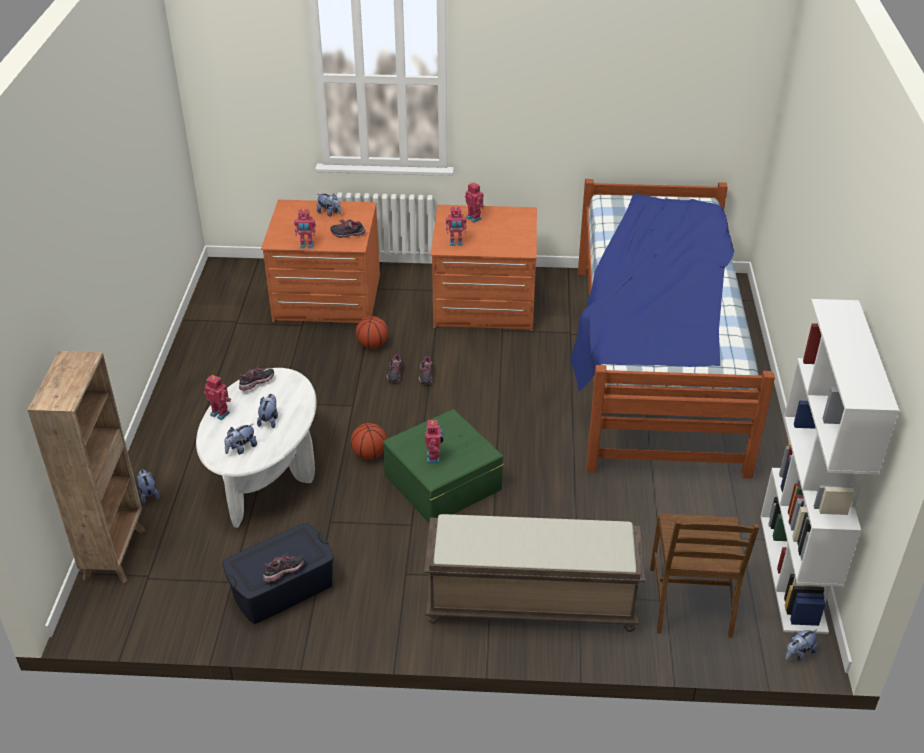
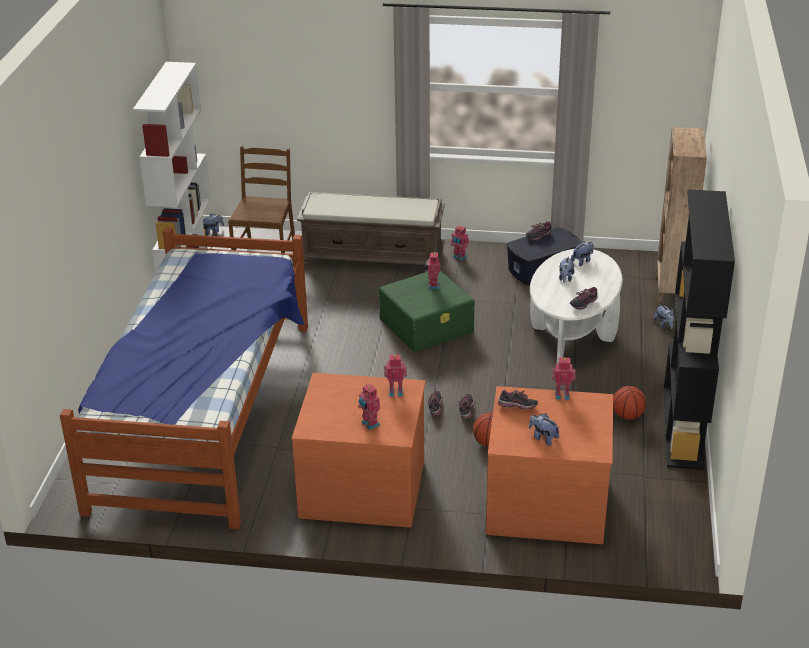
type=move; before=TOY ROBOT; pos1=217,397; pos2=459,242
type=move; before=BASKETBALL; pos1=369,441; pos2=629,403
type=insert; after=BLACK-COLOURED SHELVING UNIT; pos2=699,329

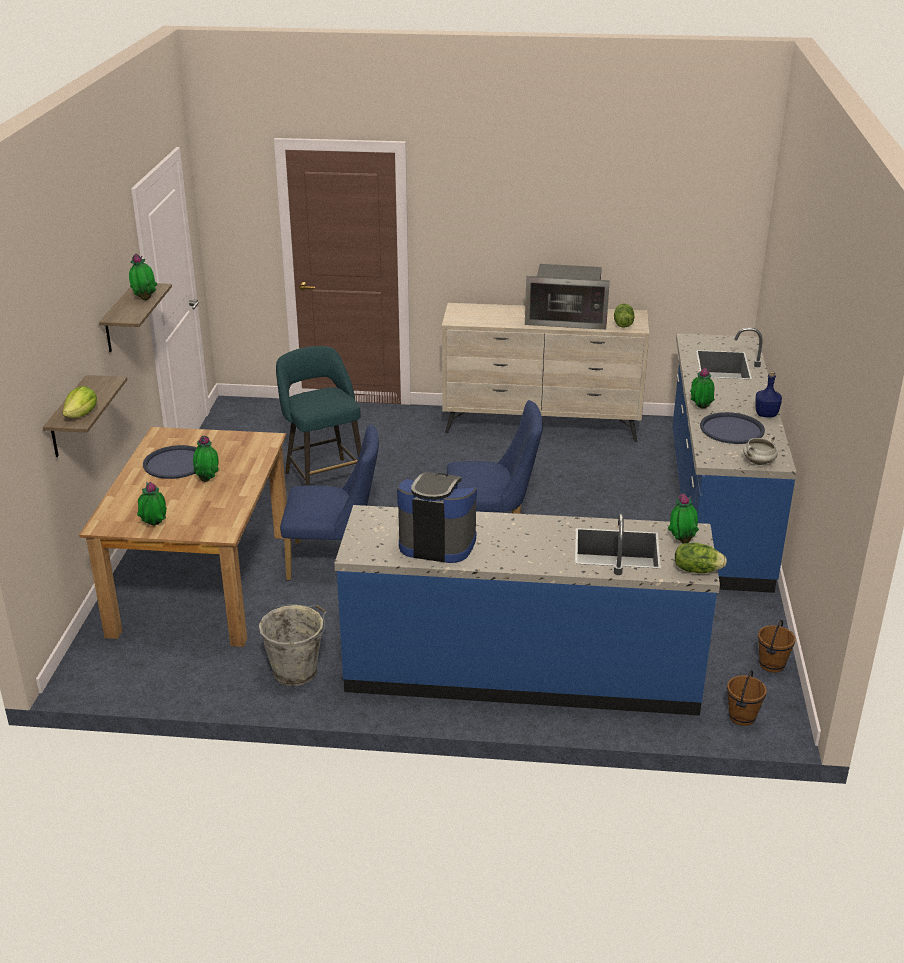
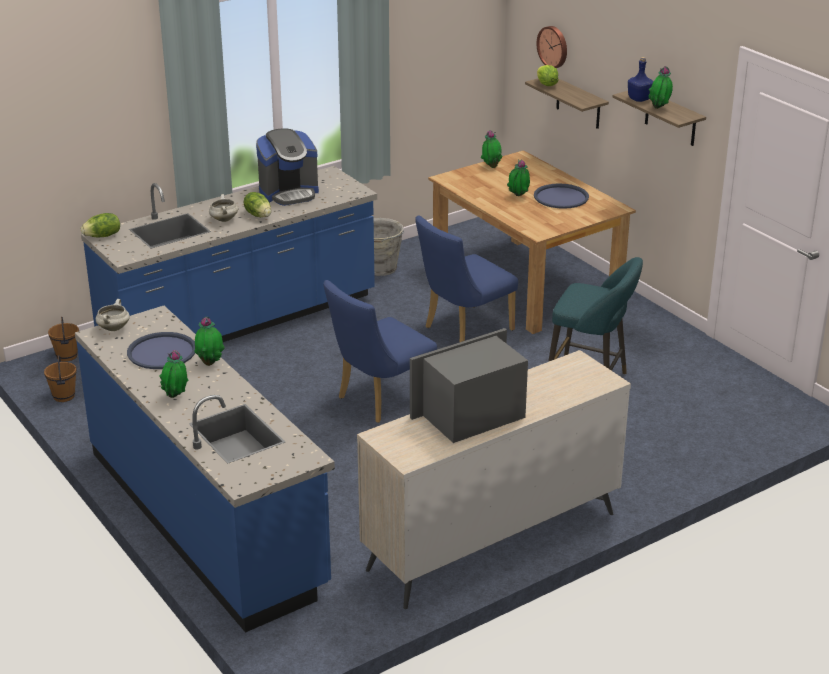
type=move; before=POTTED PLANT; pos1=683,518; pos2=174,374
type=insert; after=WHITE-COLOURED SAUCEPOT; pos2=223,208
type=move; before=HEAD OF LETTUCE; pos1=624,315; pos2=257,204
type=insert; after=CLOCK ON THE WALL; pos2=552,47
type=move; before=BLUE-COLOURED BOTTLE; pos1=768,394; pos2=641,79

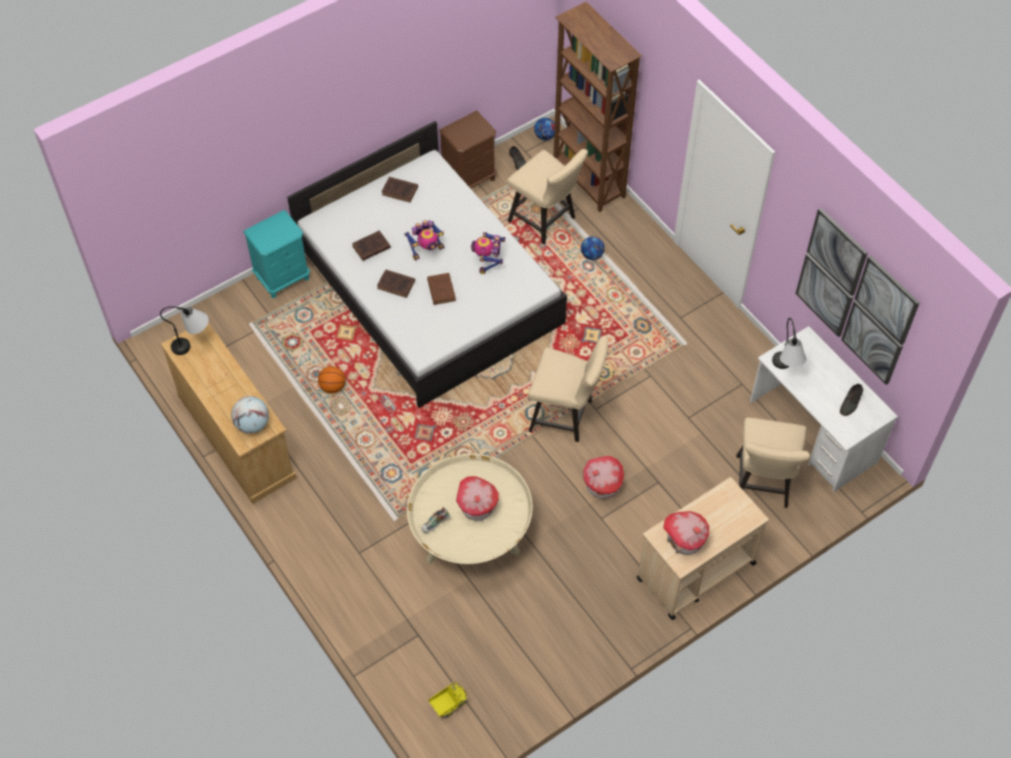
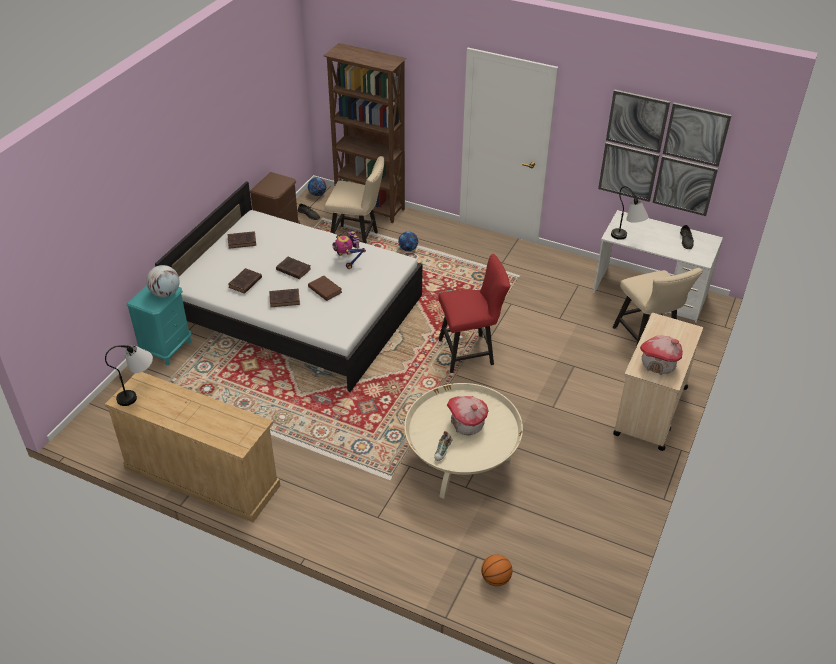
type=move; before=GLOBE; pos1=250,415; pos2=163,281
type=replace; before=TOY ROBOT; after=BROWNISH BOUND BOOK; pos1=424,240; pos2=293,268
type=recolor; before=BEIGE PLAIN CHAIR; after=RED PLAIN CHAIR; pos1=568,389; pos2=474,313
type=move; before=BASKETBALL; pos1=332,380; pos2=496,570
type=delete; before=MODEL TRUCK; pos1=448,700
type=delete; before=TOY HOUSE; pos1=603,477

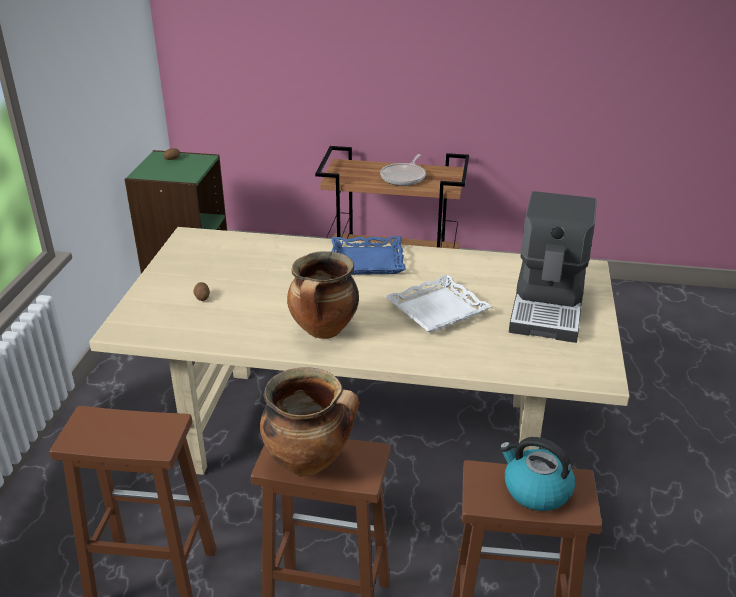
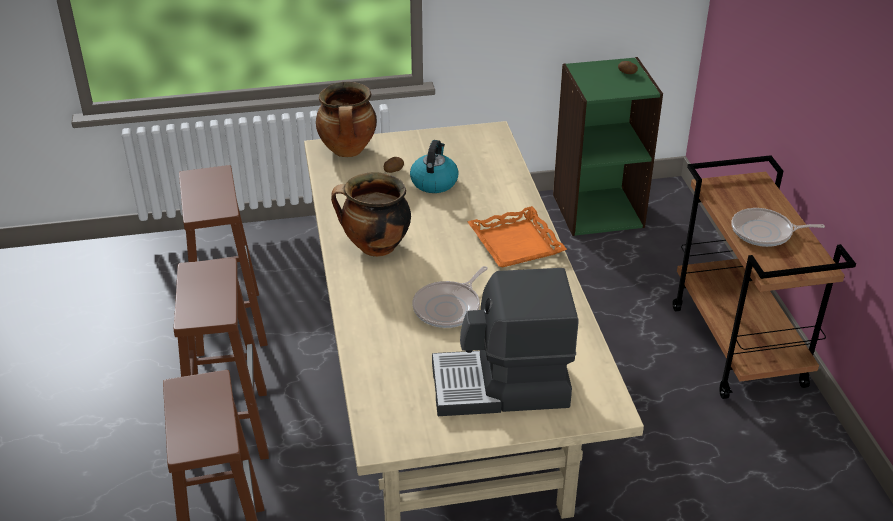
type=move; before=SAUCEPOT; pos1=309,421; pos2=346,119
type=move; before=KETTLE; pos1=537,474; pos2=434,166
type=replace; before=WHITE-COLOURED TRAY; after=SKILLET; pos1=439,303; pos2=450,297
type=recolor; before=BLUE-COLOURED TRAY; after=ORANGE TRAY; pos1=369,255; pos2=517,236

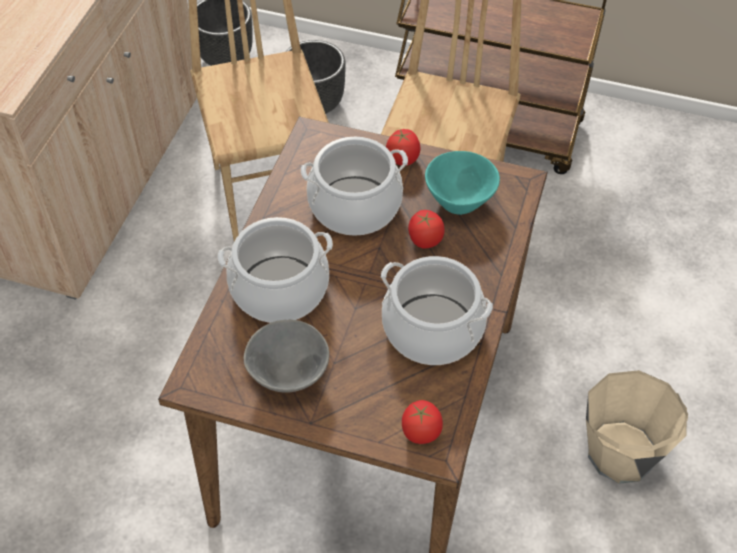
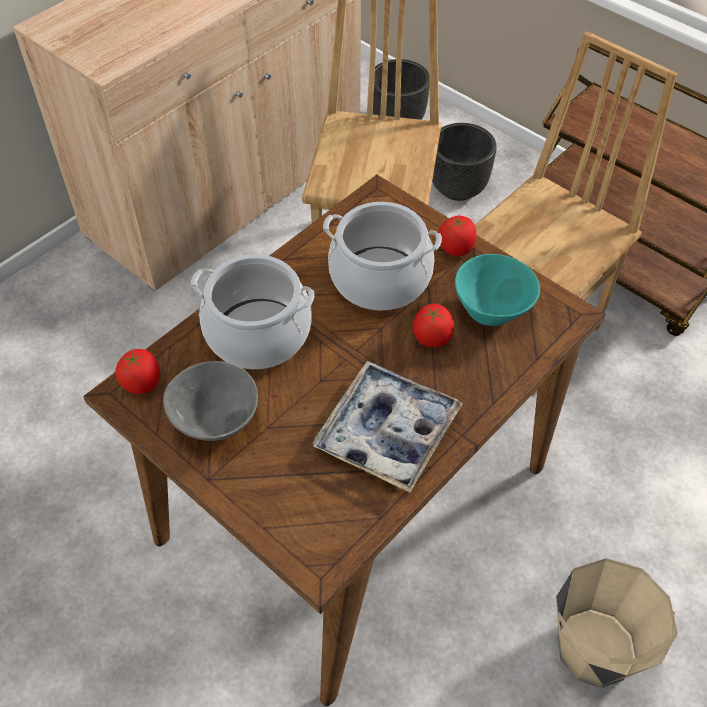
type=move; before=WHOLE TOMATO; pos1=422,422; pos2=137,371
type=replace; before=SAUCEPOT; after=TRAY; pos1=437,310; pos2=388,427

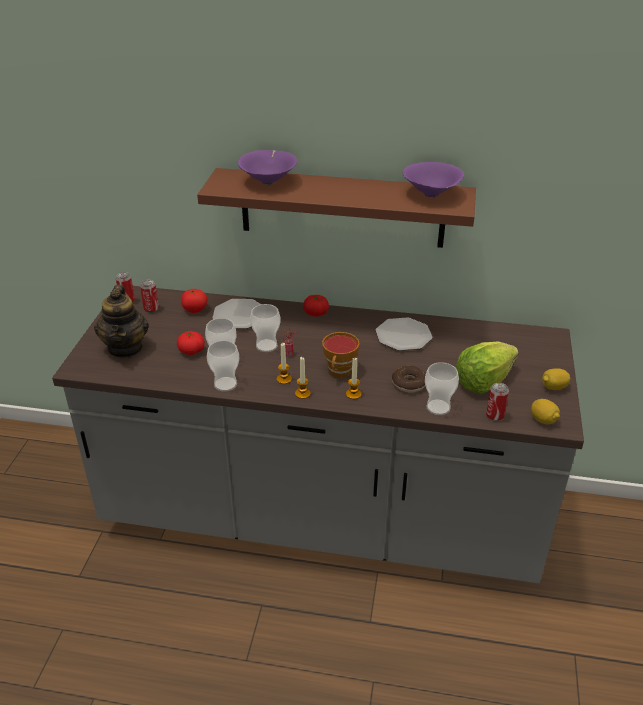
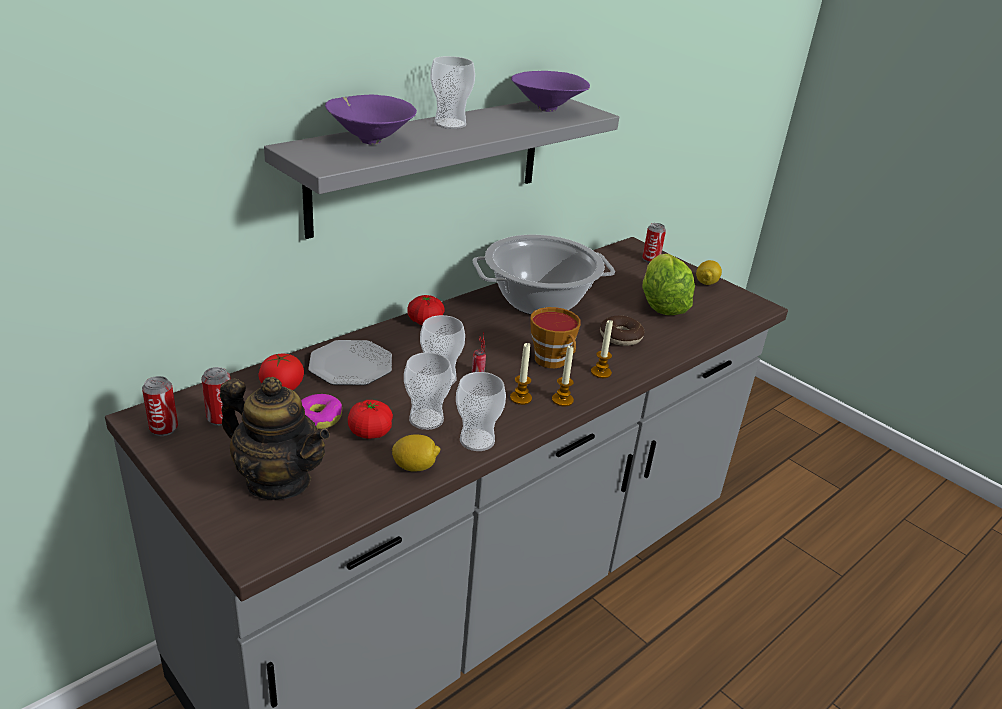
type=recolor; before=BROWNISH SHELF; after=GREYISH SHELF; pos1=336,208; pos2=441,169
type=insert; after=DOUGHNUT; pos2=321,411
type=move; before=LEMON; pos1=545,411; pos2=416,453
type=move; before=SMALL CUP; pos1=442,388; pos2=452,92
type=replace; before=DINNER PLATE; after=SAUCEPOT; pos1=403,334; pos2=544,275
type=move; before=SEALED CAN; pos1=497,402; pos2=654,243

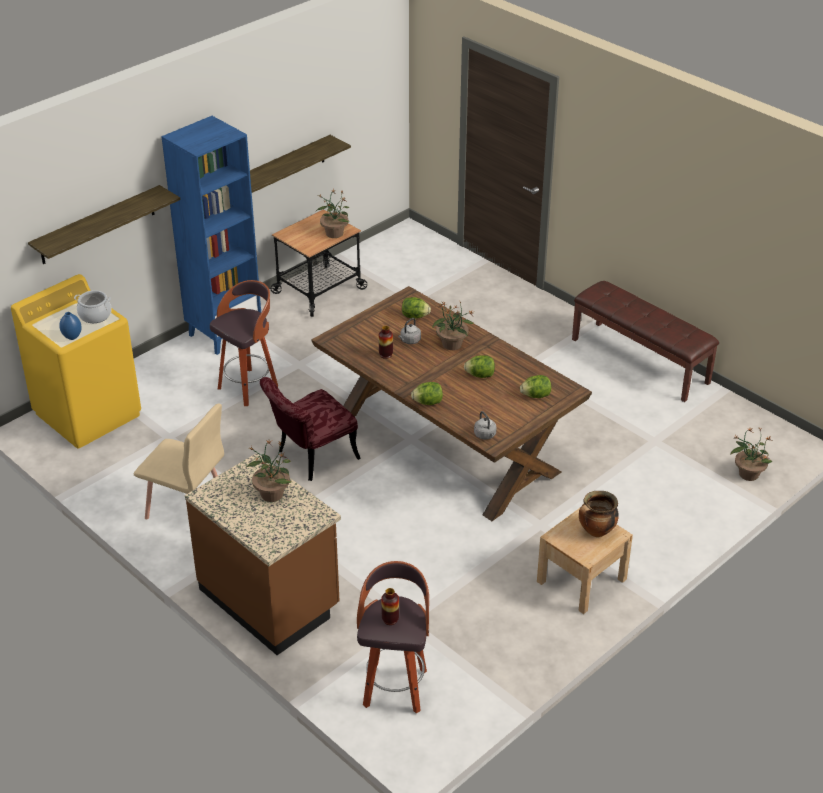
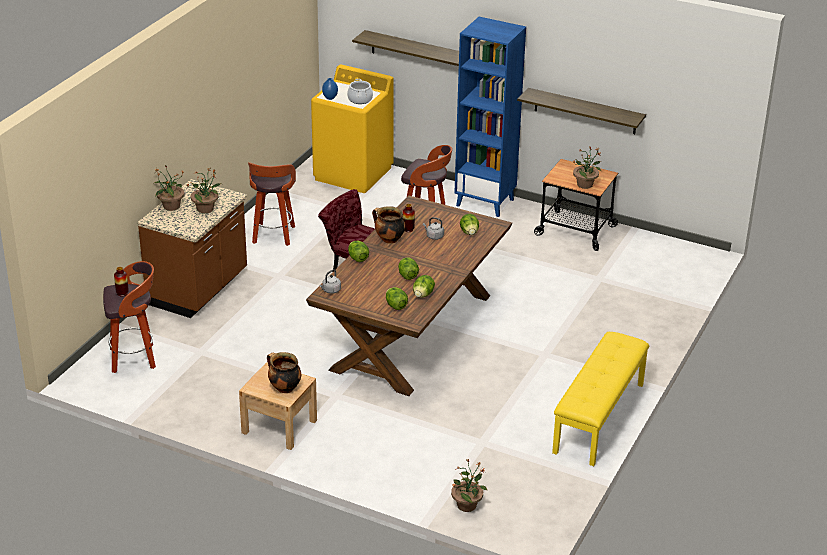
type=move; before=POTTED PLANT; pos1=453,325; pos2=169,187
type=replace; before=BEIGE PLAIN CHAIR; after=STOOL SEAT; pos1=179,461; pos2=272,204
type=insert; after=SAUCEPOT; pos2=388,225
type=insert; after=HEAD OF LETTUCE; pos2=424,286
type=recolor; before=BROWNISH INDOOR BENCH; after=YELLOWISH INDOOR BENCH; pos1=645,341; pos2=600,399

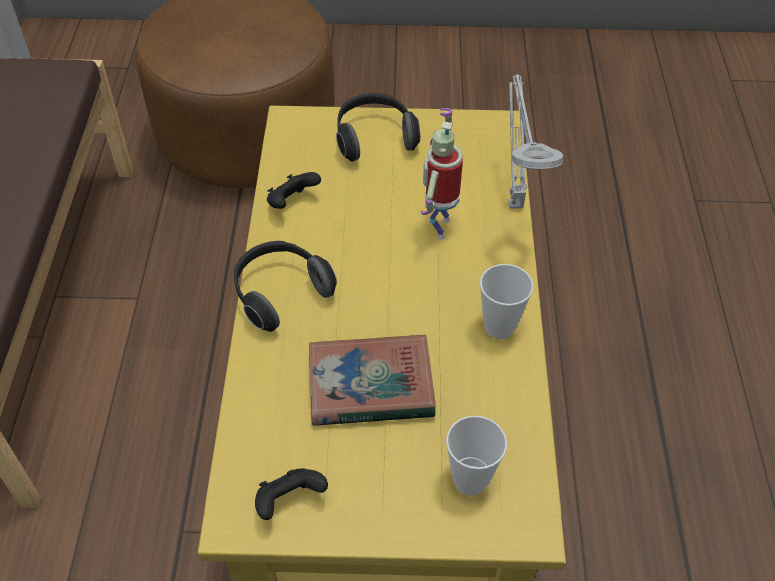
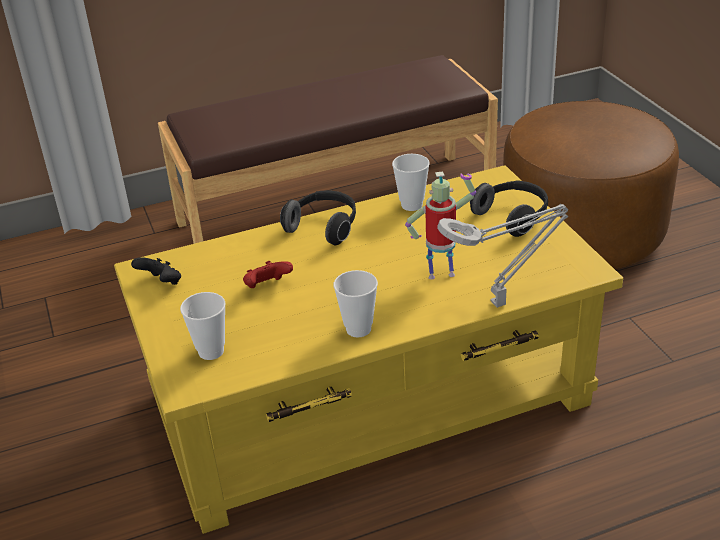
type=replace; before=BOUND BOOK; after=RED GAMEPAD; pos1=372,380; pos2=268,274
type=replace; before=BLACK-COLOURED GAMEPAD; after=SMALL CUP; pos1=294,190; pos2=411,182

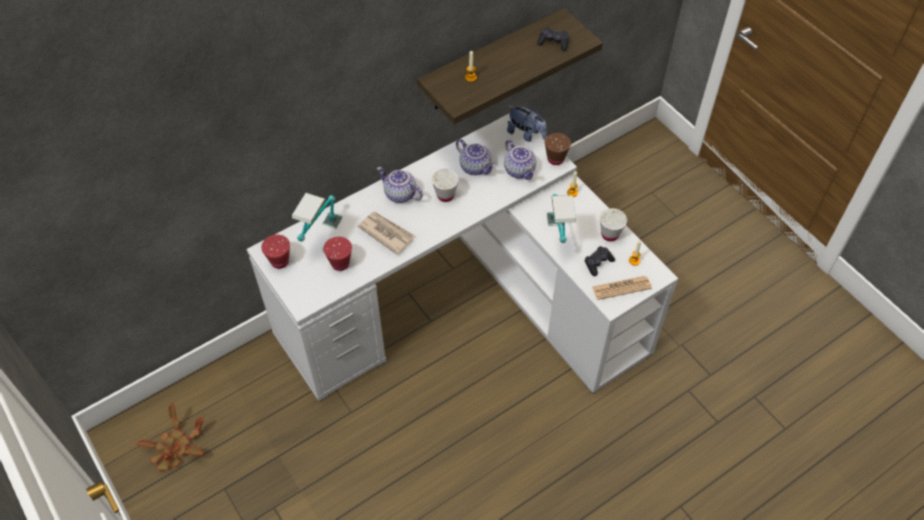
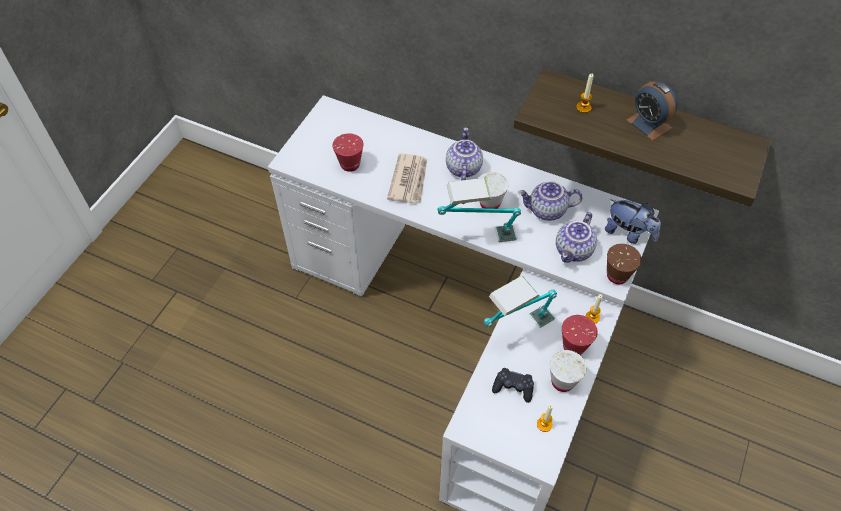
type=move; before=TABLETOP LAMP; pos1=317,217; pos2=479,210
type=rotate; before=TEA POT; pos1=476,157; pos2=550,201; turn=75
type=move; before=RED SMALL CUP; pos1=275,252; pos2=580,335
type=rotate; before=CUDDLY TOY; pos1=527,124; pos2=633,221; turn=-60
type=insert; after=TABLE CLOCK; pos2=652,111
type=delete; before=POTTED PLANT; pos1=170,437
type=delete; before=BLACK-COLOURED GAMEPAD; pos1=553,39
type=delete; before=PRINTED PAPER; pos1=622,288

